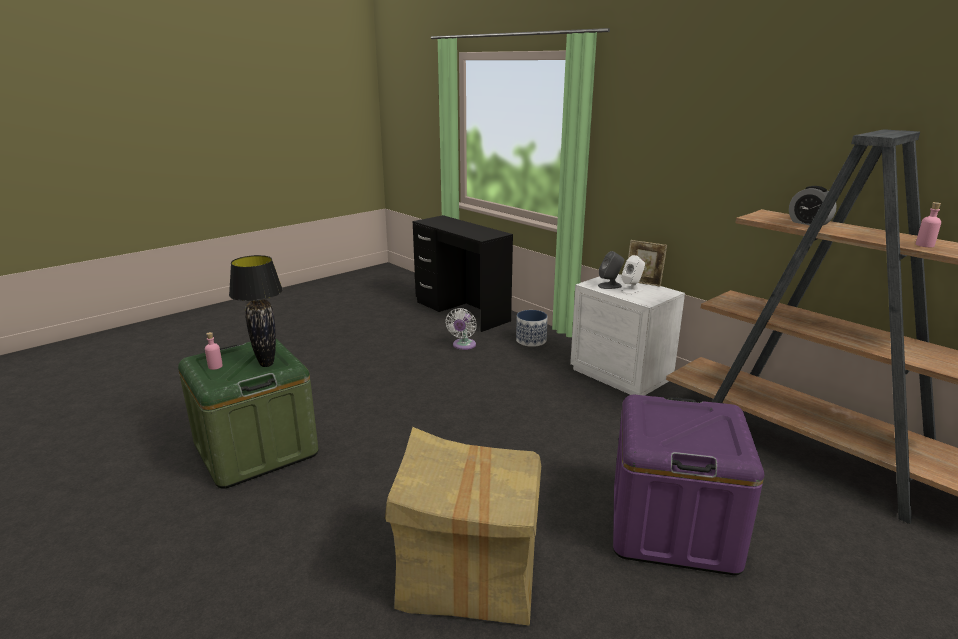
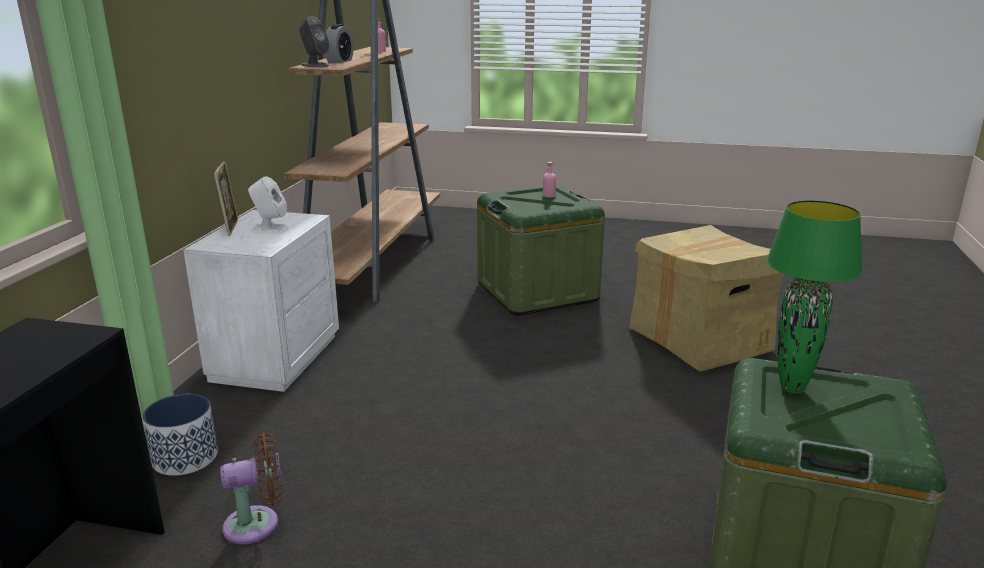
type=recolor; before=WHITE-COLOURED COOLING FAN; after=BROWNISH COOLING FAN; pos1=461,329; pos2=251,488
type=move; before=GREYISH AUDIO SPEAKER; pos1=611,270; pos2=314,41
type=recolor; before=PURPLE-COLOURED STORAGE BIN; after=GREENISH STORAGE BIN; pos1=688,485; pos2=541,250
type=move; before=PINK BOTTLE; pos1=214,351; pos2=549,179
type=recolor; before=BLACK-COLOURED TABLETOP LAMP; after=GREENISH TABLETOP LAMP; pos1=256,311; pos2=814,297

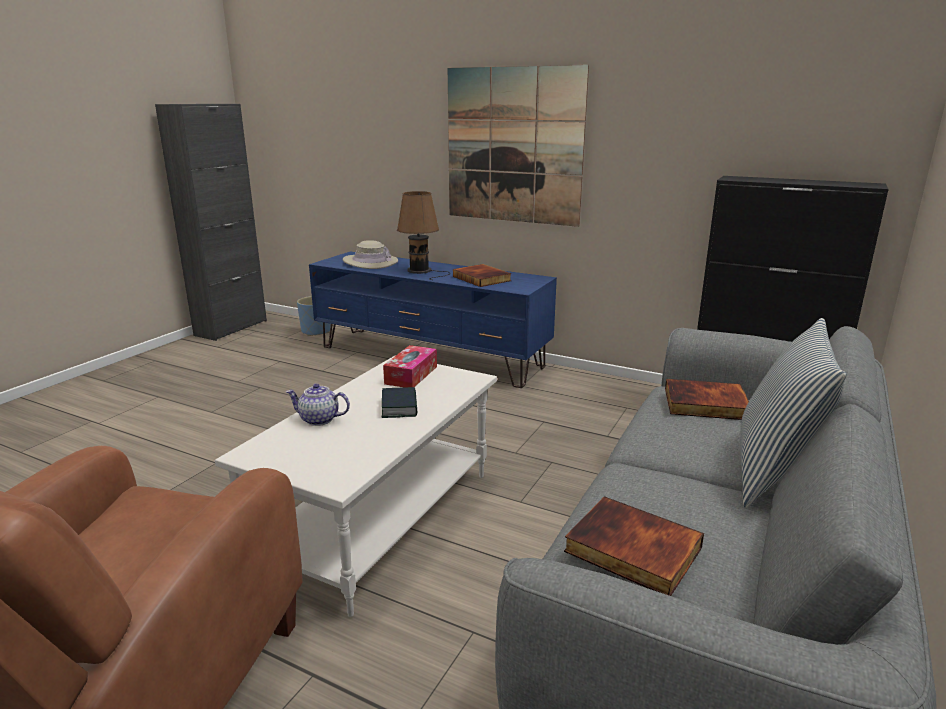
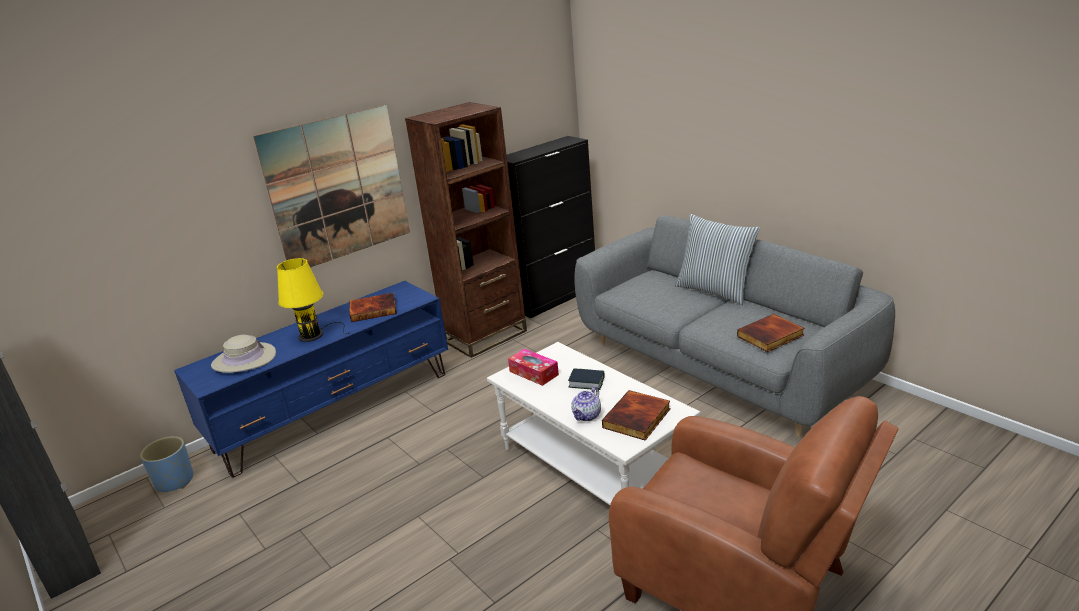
type=recolor; before=BROWNISH TABLETOP LAMP; after=YELLOWISH TABLETOP LAMP; pos1=423,235; pos2=314,300
type=insert; after=BROWNISH SHELVING UNIT; pos2=466,230
type=move; before=BOUND BOOK; pos1=707,399; pos2=636,415

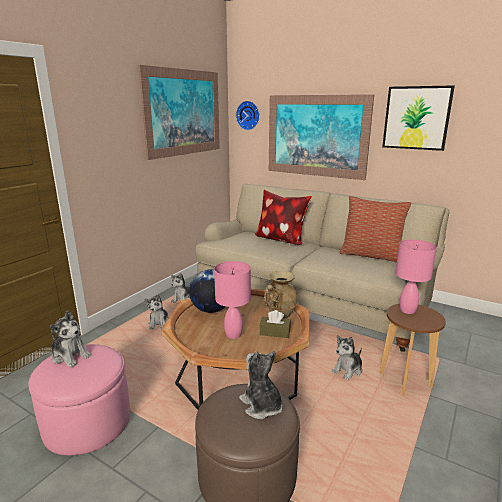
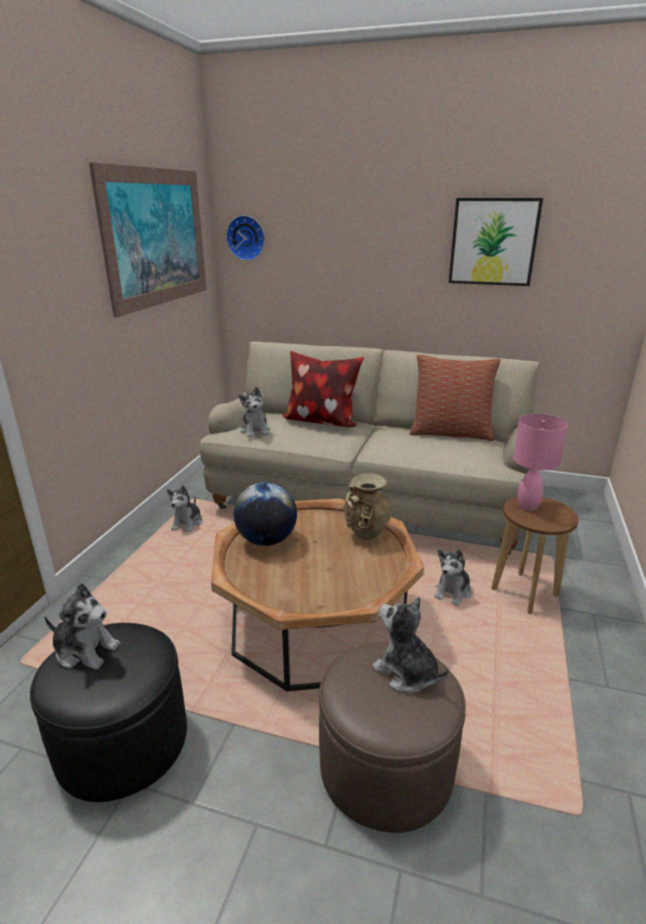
type=recolor; before=PINK OTTOMAN; after=BLACK-COLOURED OTTOMAN; pos1=79,399; pos2=108,712
type=move; before=CUDDLY TOY; pos1=156,312; pos2=254,412
type=delete; before=PINK TABLETOP LAMP; pos1=232,300
type=delete; before=BROWNISH TISSUE HOLDER; pos1=275,324
type=delete; before=PICTURE; pos1=321,137

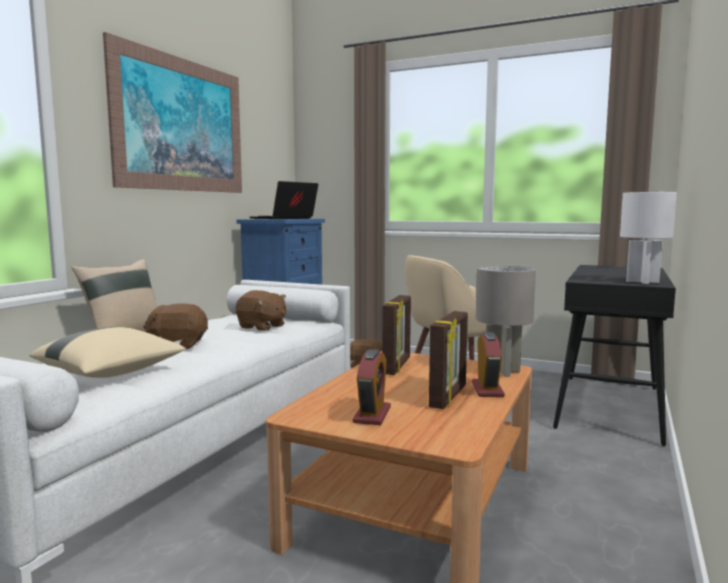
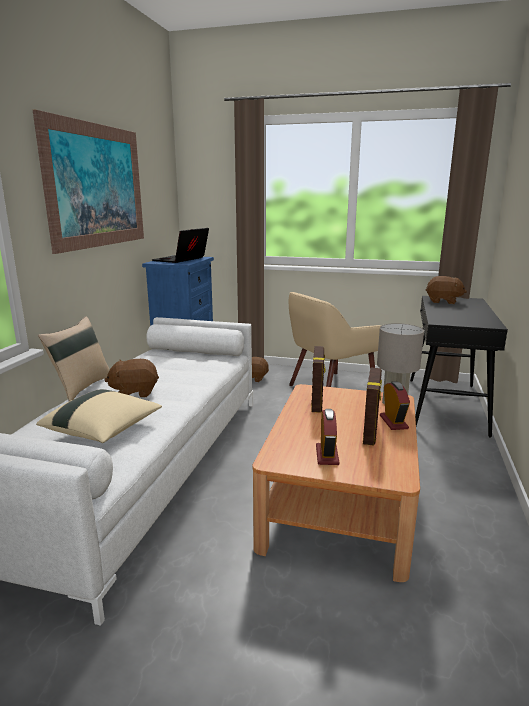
type=move; before=BROWNISH CUDDLY TOY; pos1=260,310; pos2=446,290
type=delete; before=WHITE-COLOURED TABLETOP LAMP; pos1=648,238

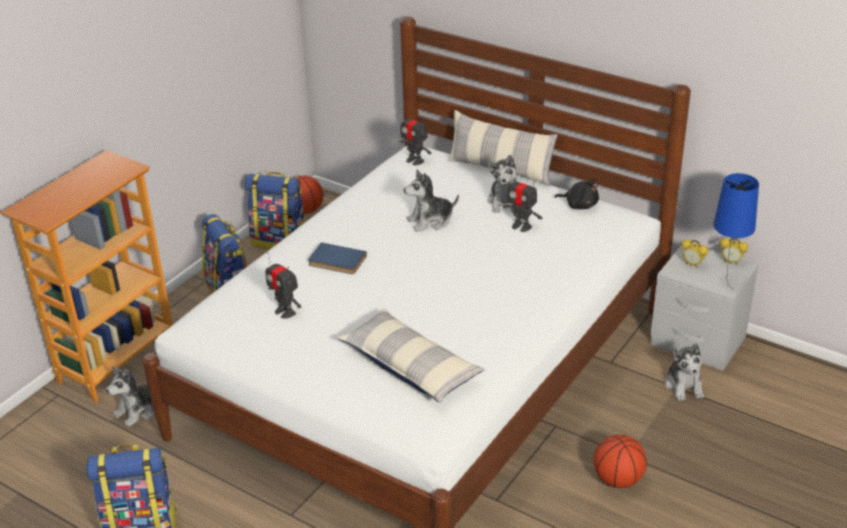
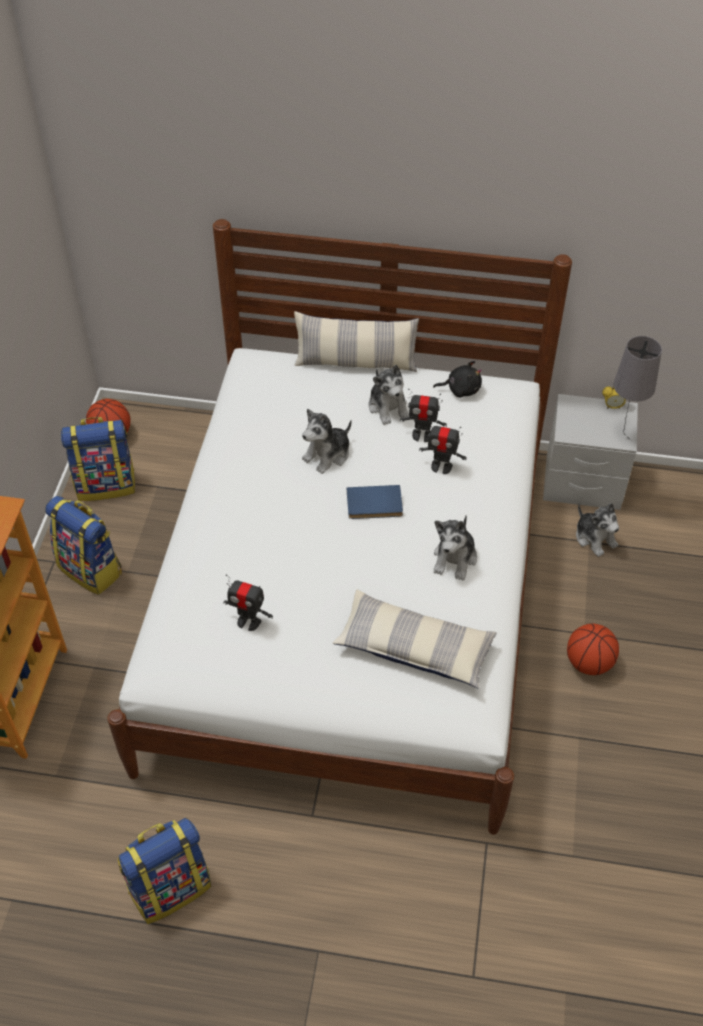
type=move; before=BLUE-COLOURED BOUND BOOK; pos1=337,258; pos2=375,502
type=move; before=TOY ROBOT; pos1=415,137; pos2=442,446
type=move; before=CUDDLY TOY; pos1=130,396; pos2=455,548
type=recolor; before=BLUE-COLOURED TABLETOP LAMP; after=GREYISH TABLETOP LAMP; pos1=736,231; pos2=638,388
type=delete; before=TABLE CLOCK; pos1=695,254

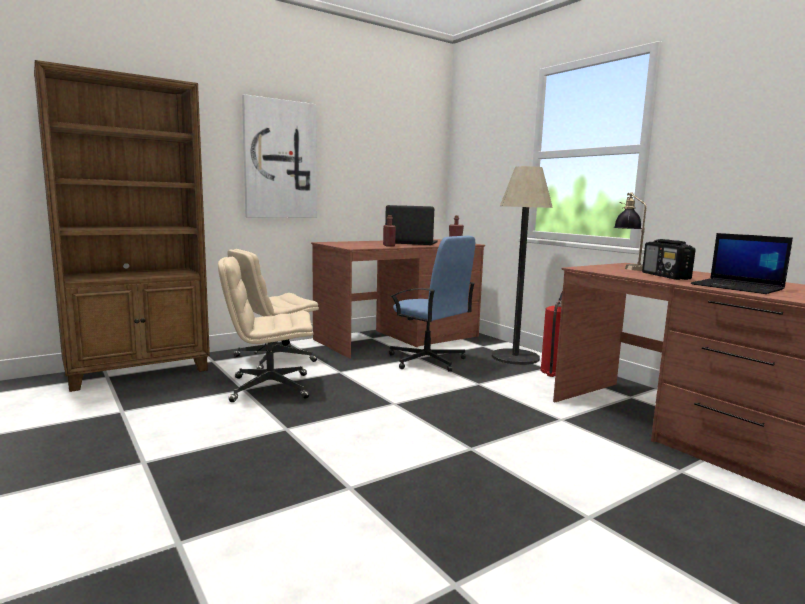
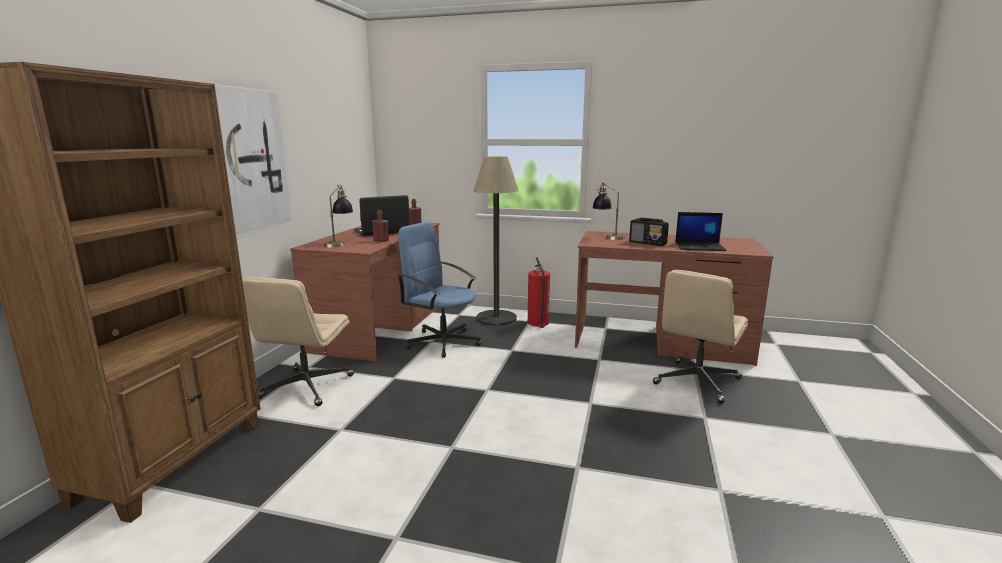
type=insert; after=TABLETOP LAMP; pos2=338,215
type=rotate; before=BLUE-COLOURED DESK CHAIR; pos1=432,304; pos2=439,290; turn=-150
type=move; before=BEIGE DESK CHAIR; pos1=265,329; pos2=700,337

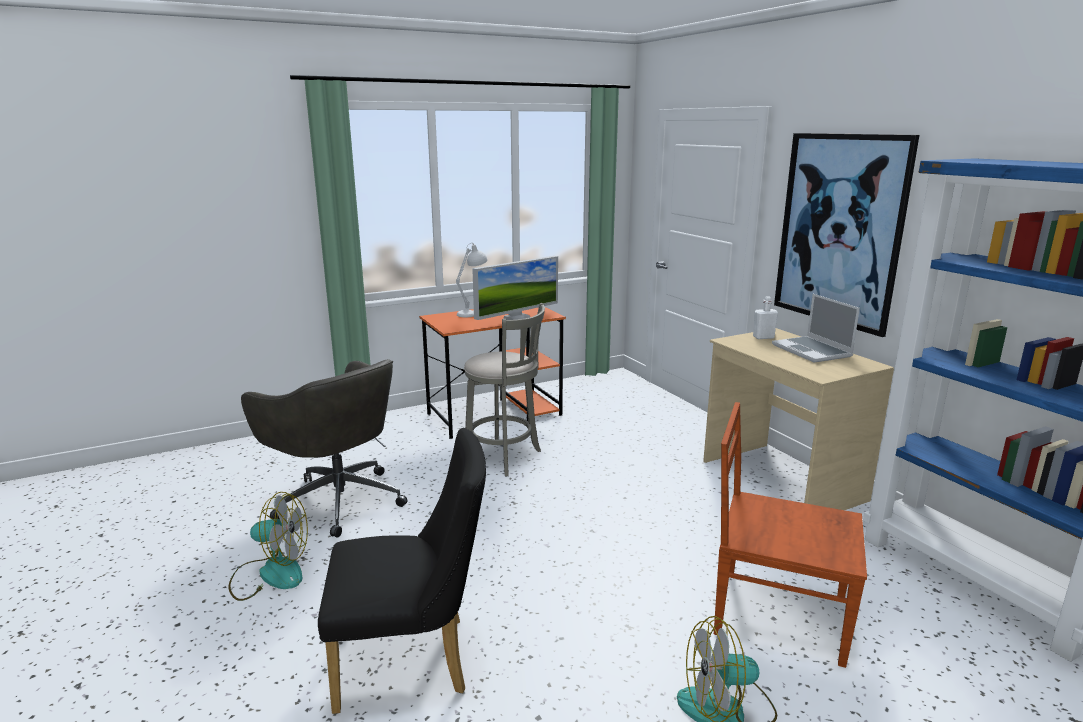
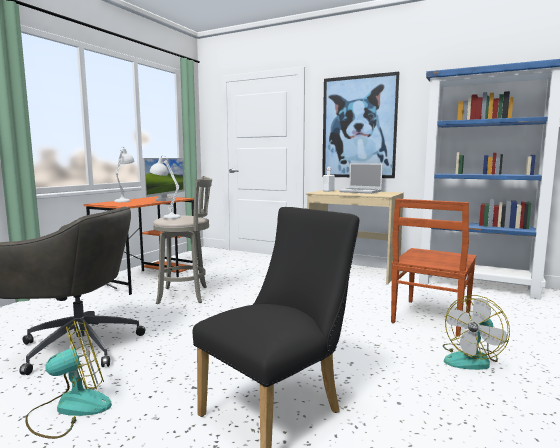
type=insert; after=WHITE-COLOURED TABLETOP LAMP; pos2=165,187
type=rotate; before=BROWNISH PLAIN CHAIR; pos1=790,535; pos2=434,268; turn=-45

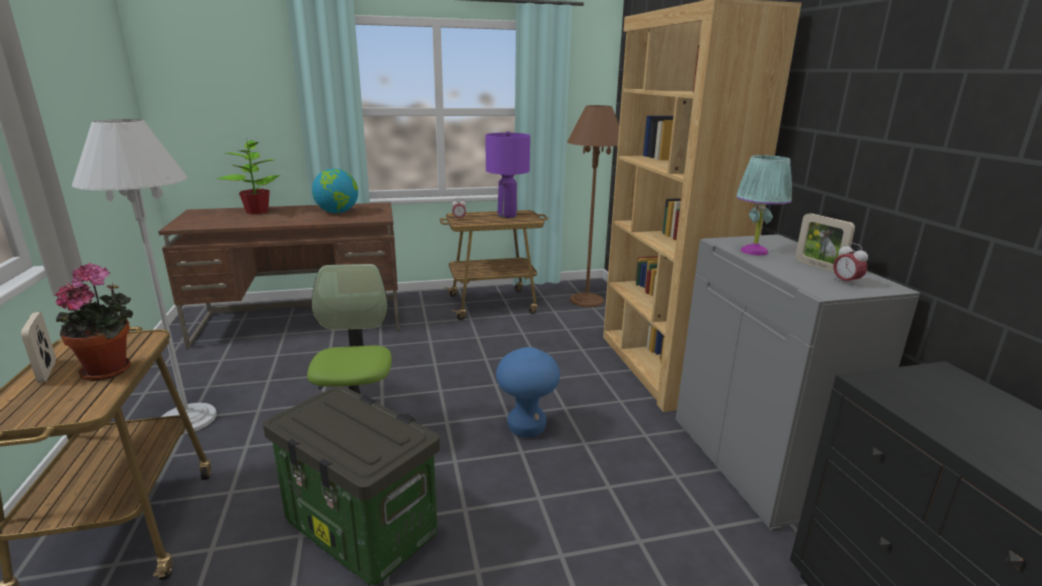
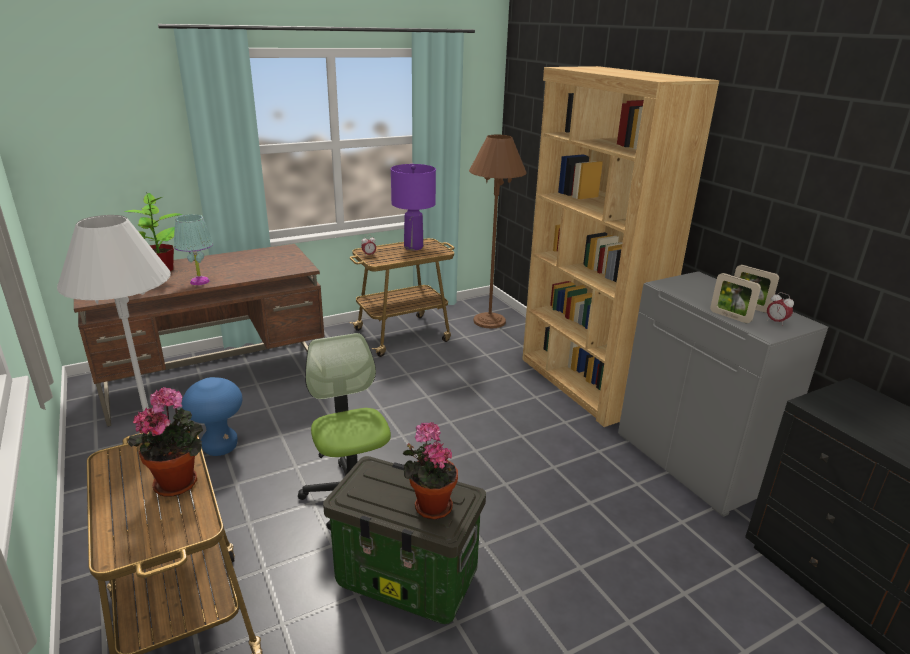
type=move; before=TURQUOISE-COLOURED TABLETOP LAMP; pos1=764,205; pos2=193,249
type=move; before=BLUE-COLOURED STOOL SEAT; pos1=528,392; pos2=212,416
type=insert; after=POTTED PLANT; pos2=430,471
type=move; before=STANDING FRAME; pos1=38,347; pos2=735,298
type=delete; before=GLOBE; pos1=335,191

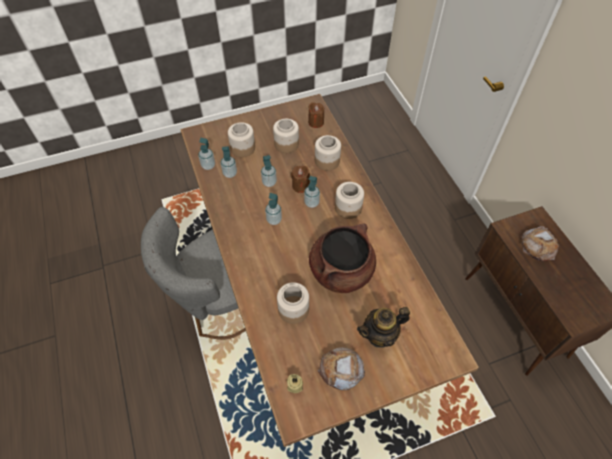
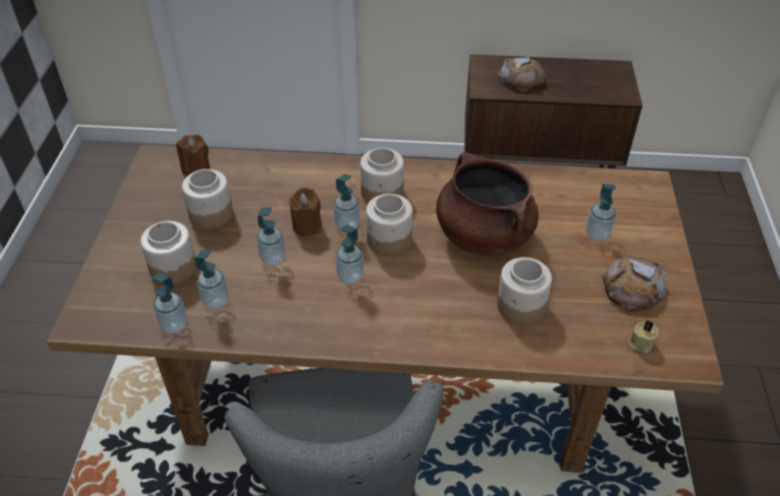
type=move; before=JAR; pos1=328,153; pos2=389,225
type=replace; before=TEA POT; after=SOAP BOTTLE; pos1=383,327; pos2=601,212

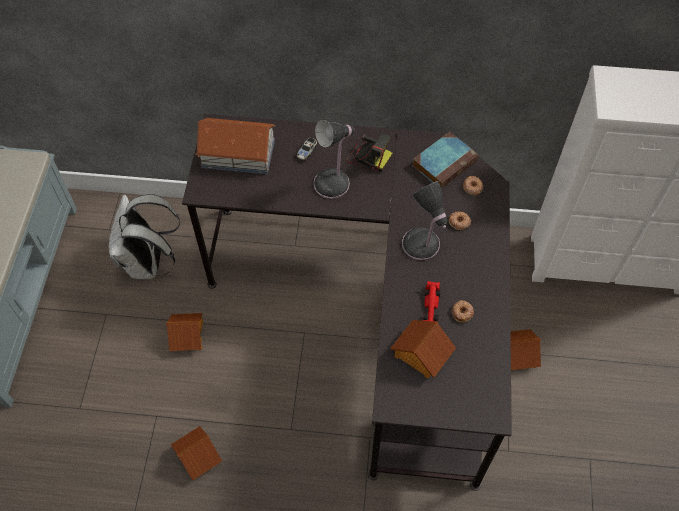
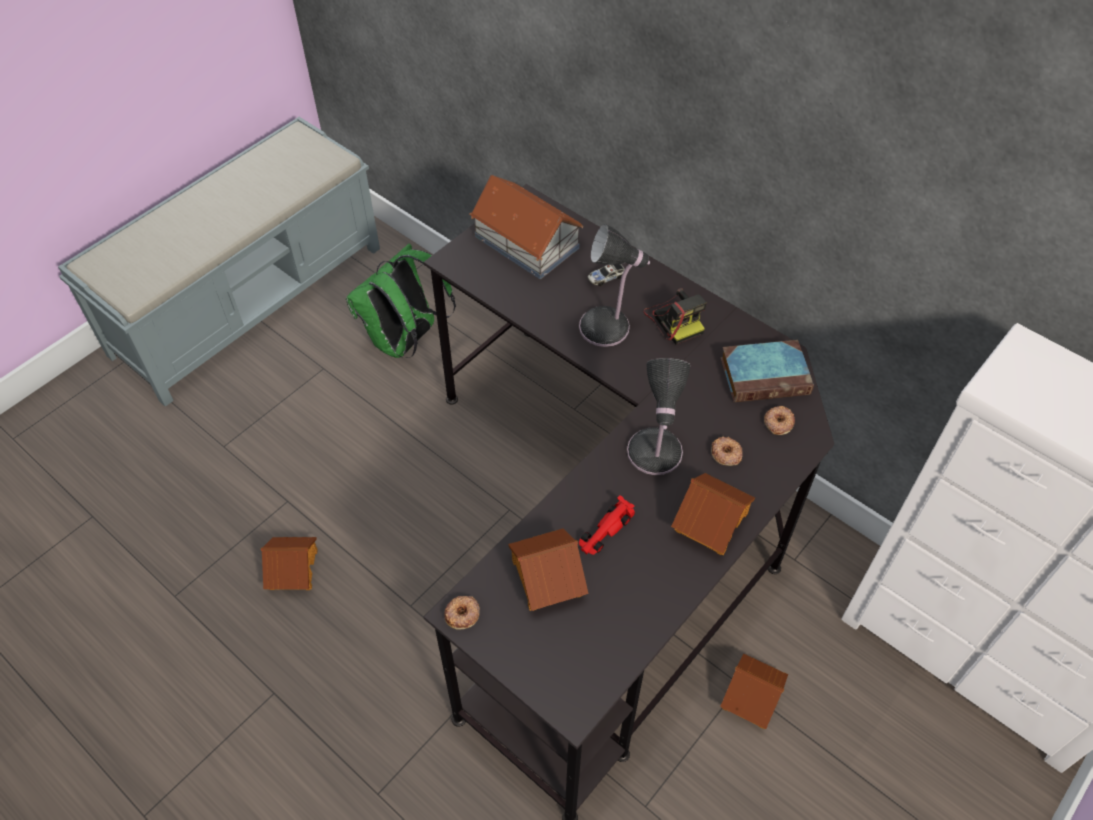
type=recolor; before=WHITE-COLOURED BACKPACK; after=GREENISH BACKPACK; pos1=144,236; pos2=401,301
type=move; before=DOUGHNUT; pos1=463,311; pos2=462,613
type=move; before=TOY HOUSE; pos1=184,332; pos2=713,514

